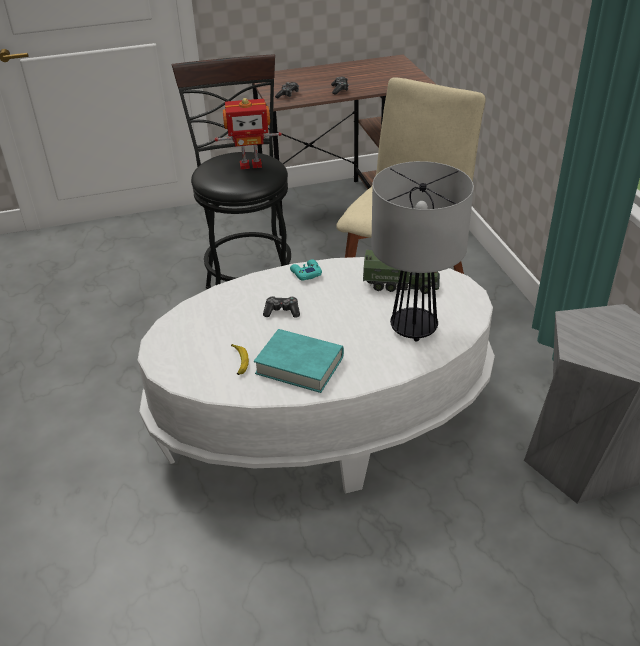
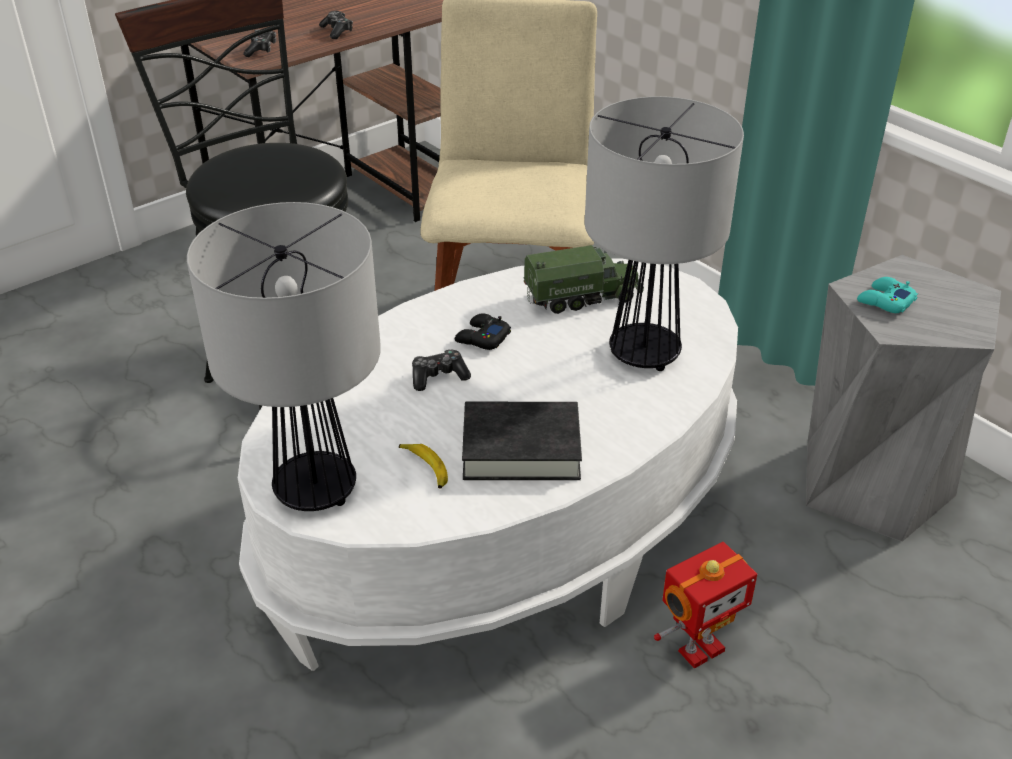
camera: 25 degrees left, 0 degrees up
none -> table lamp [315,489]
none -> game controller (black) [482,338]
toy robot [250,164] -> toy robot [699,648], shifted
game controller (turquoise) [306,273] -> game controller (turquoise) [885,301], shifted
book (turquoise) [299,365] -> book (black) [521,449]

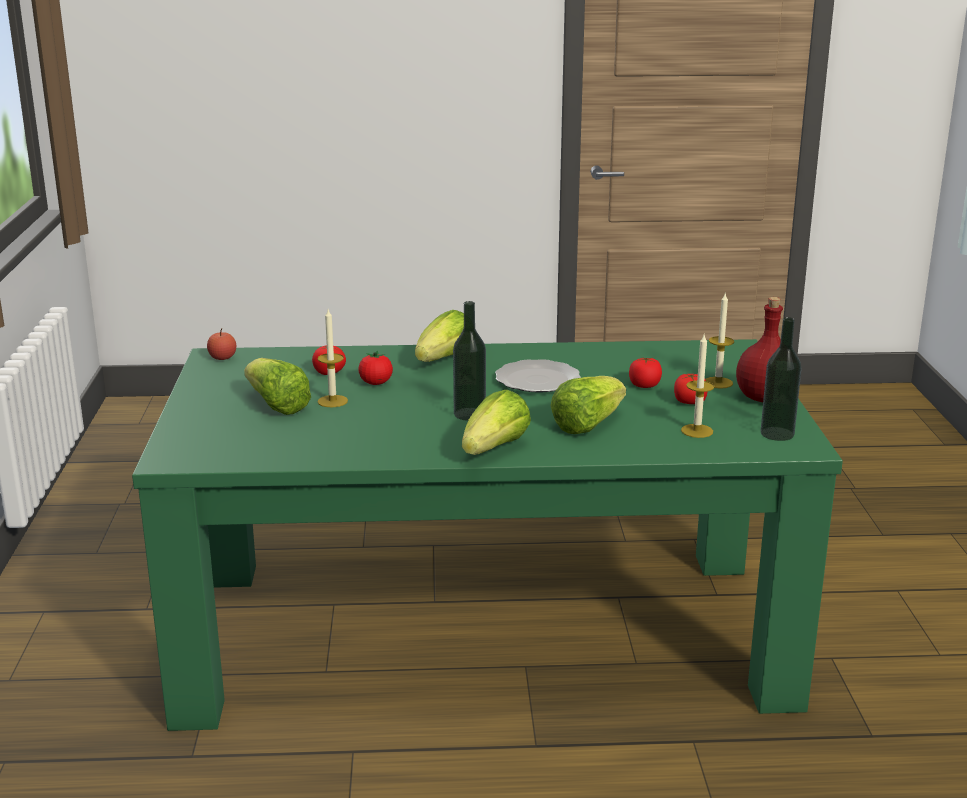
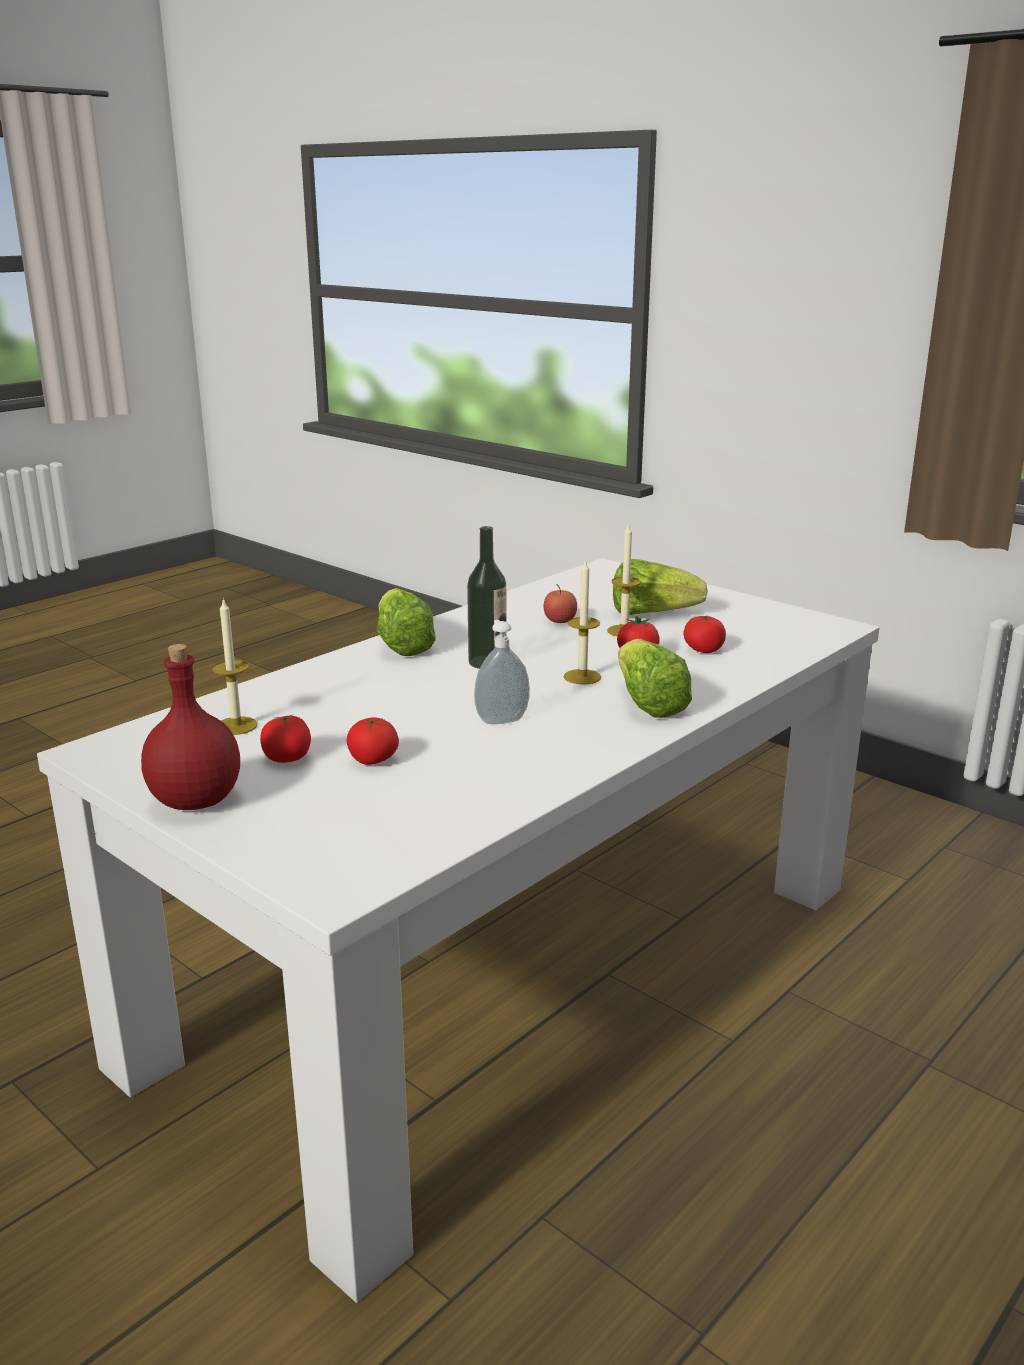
camera: 135 degrees right, 0 degrees up
lettuce [587,425] -> none
bottle [777,434] -> none
apple [222,358] -> apple [560,621], shifted
candle [718,382] -> candle [582,677], shifted
plate [539,380] -> soap dispenser [501,719]
dining table (green) [483,633] -> dining table (white) [512,969]

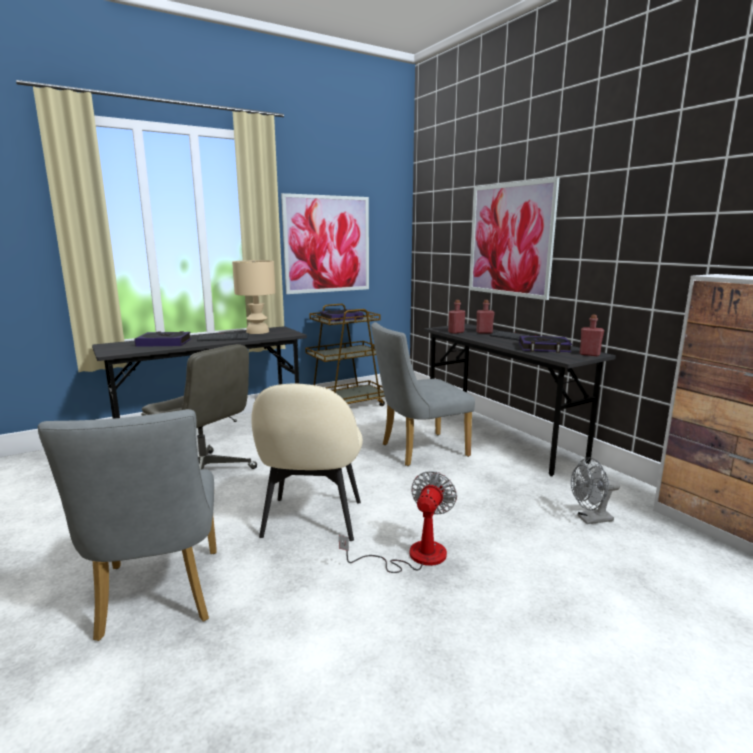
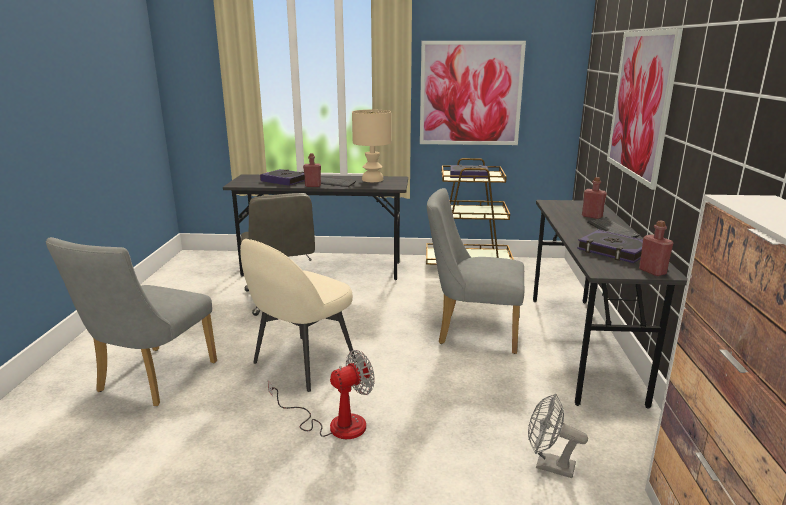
camera: 35 degrees right, 5 degrees up
bottle (red) [456,332] -> bottle (red) [313,186], shifted

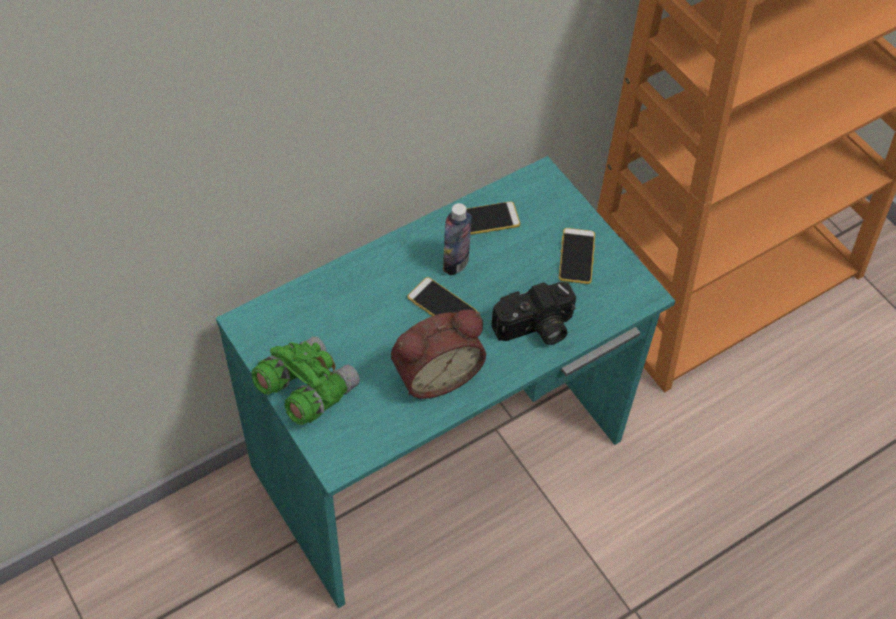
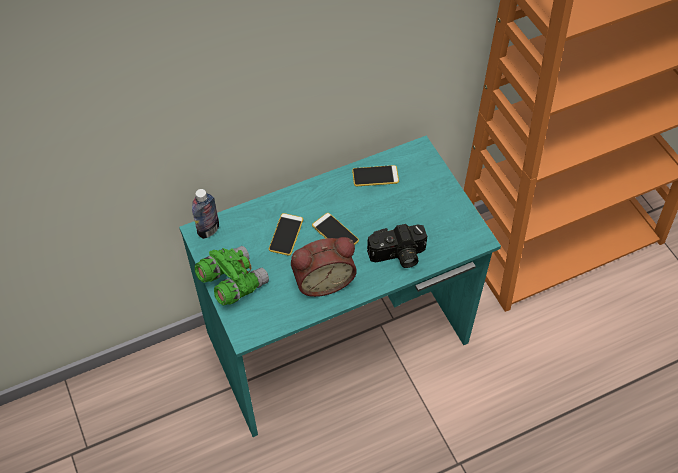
camera: 10 degrees right, 0 degrees up
bottle [456,263] -> bottle [208,230], shifted
phone [576,256] -> phone [286,234], shifted

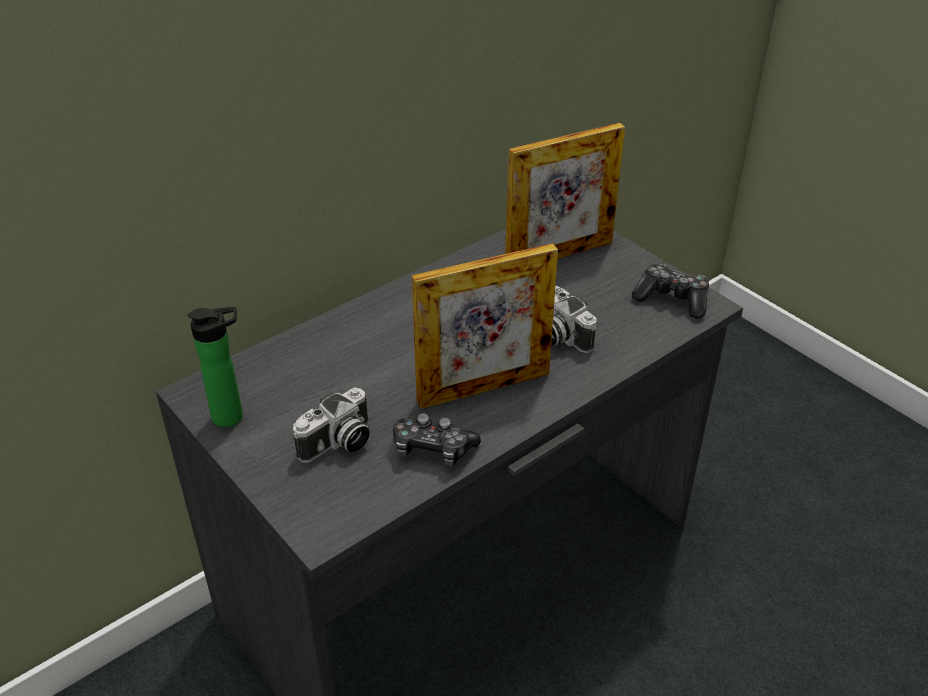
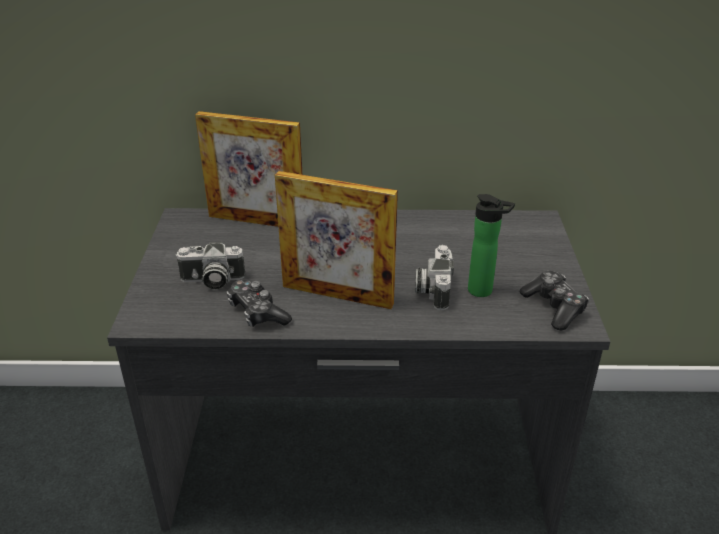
camera: 40 degrees right, 5 degrees down
bottle [232,416] -> bottle [483,291], shifted
picture frame [559,255] -> picture frame [256,221], shifted

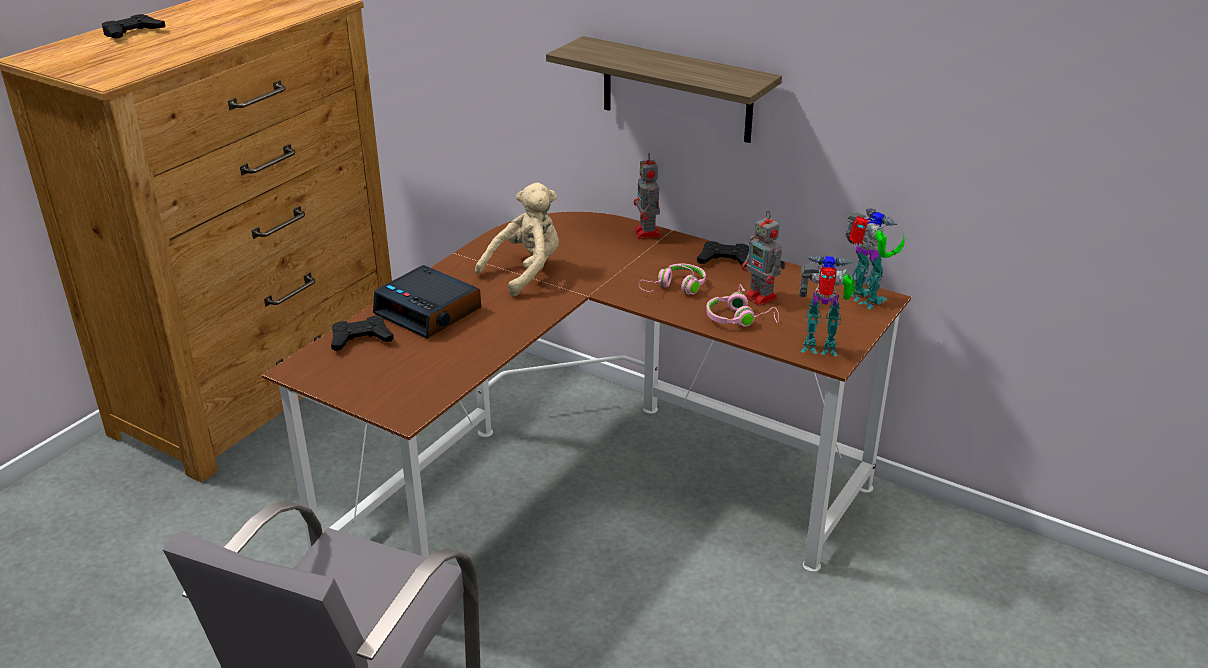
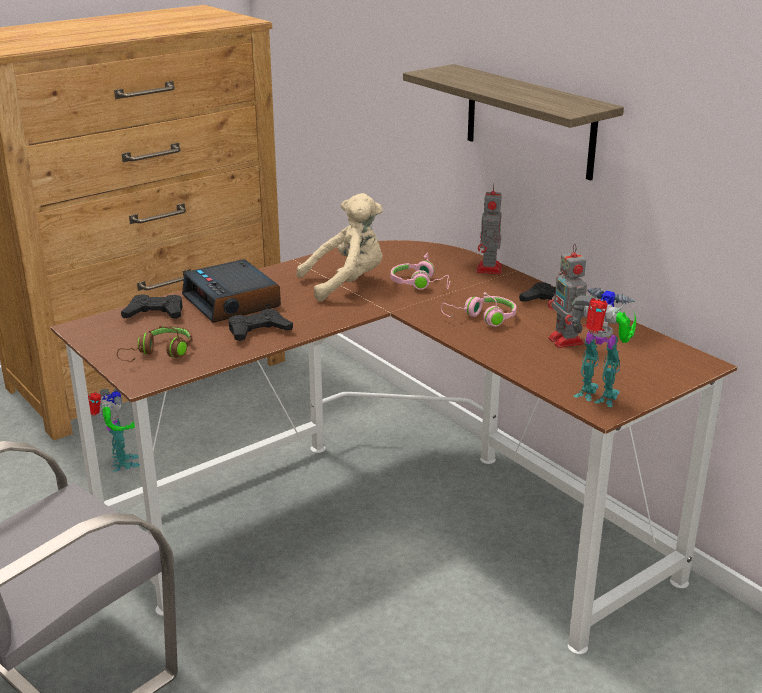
camera: 20 degrees right, 5 degrees down
none -> headphones (brown) [160,353]
game controller (black) [132,33] -> game controller (black) [258,331], shifted
headphones (pink) [739,319] -> headphones (pink) [420,284], shifted
toy robot [865,300] -> toy robot [121,463], shifted

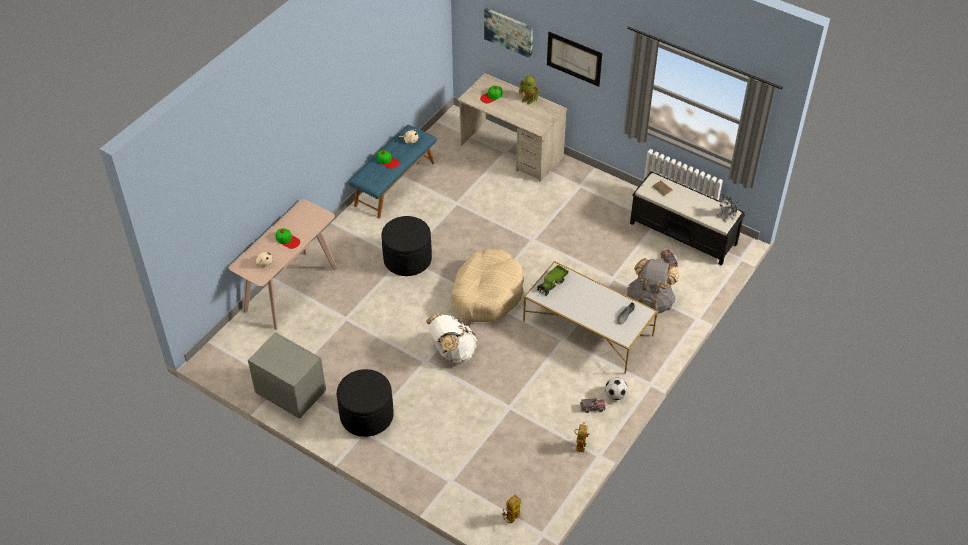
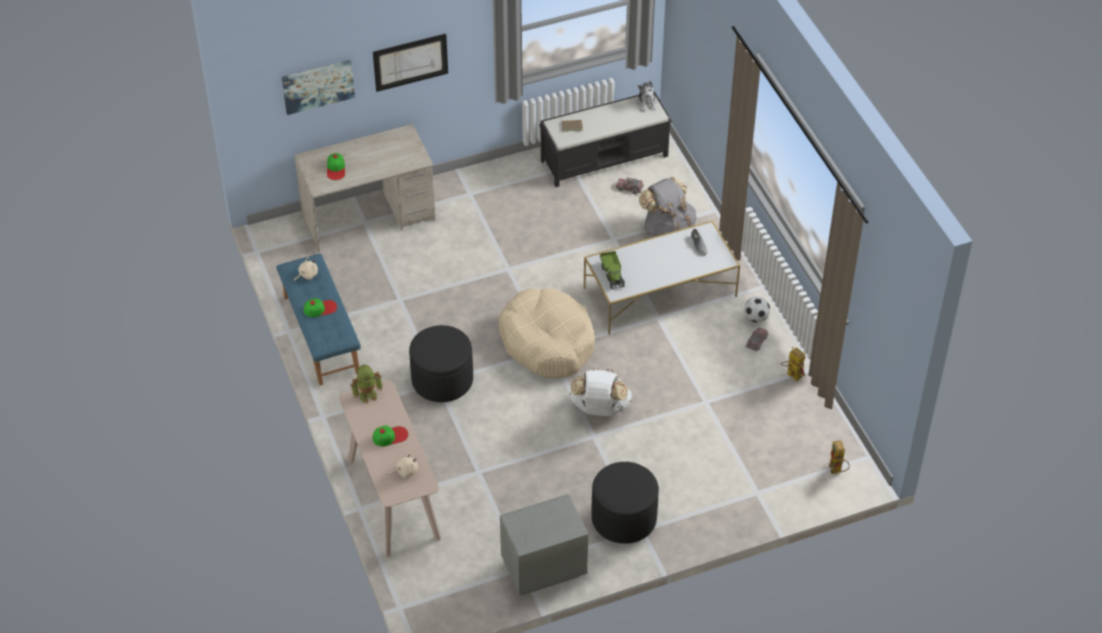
camera: 55 degrees left, 0 degrees up
toy robot [529,99] -> toy robot [367,394], shifted

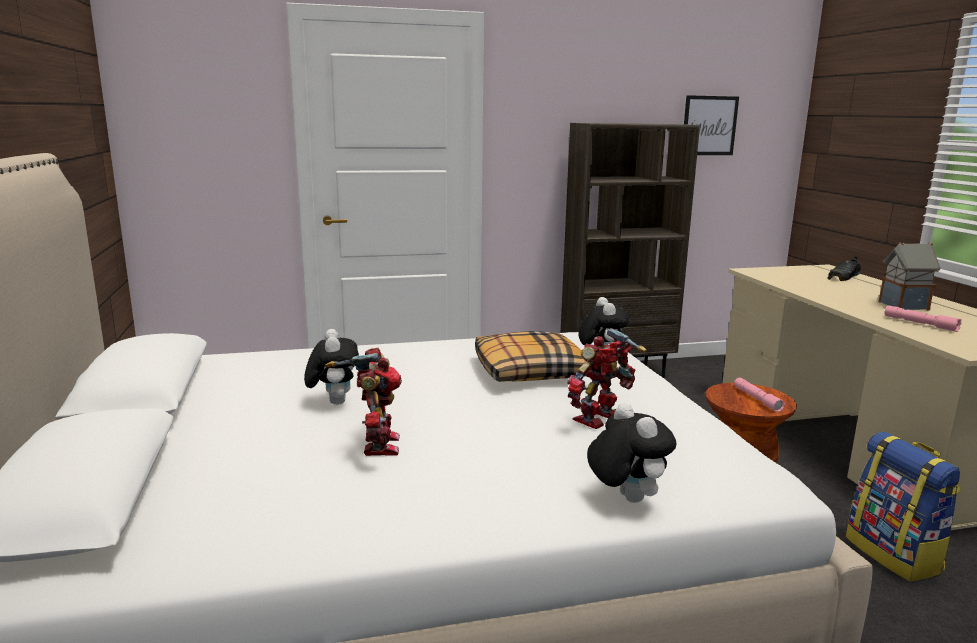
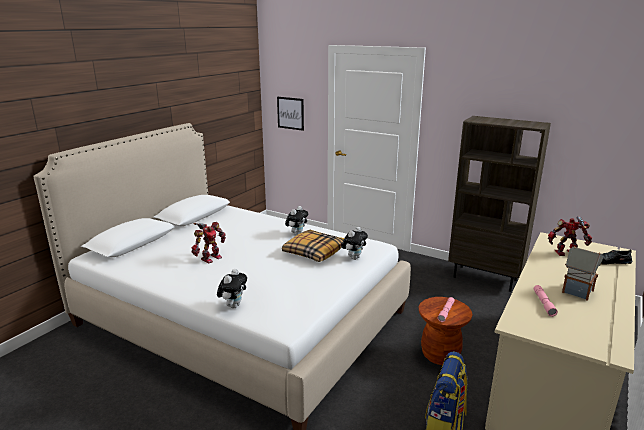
camera: 45 degrees right, 5 degrees up
plush toy [333,401] -> plush toy [297,234], shifted
toy robot [600,419] -> toy robot [566,254], shifted
picture [709,125] -> picture [290,113], shifted

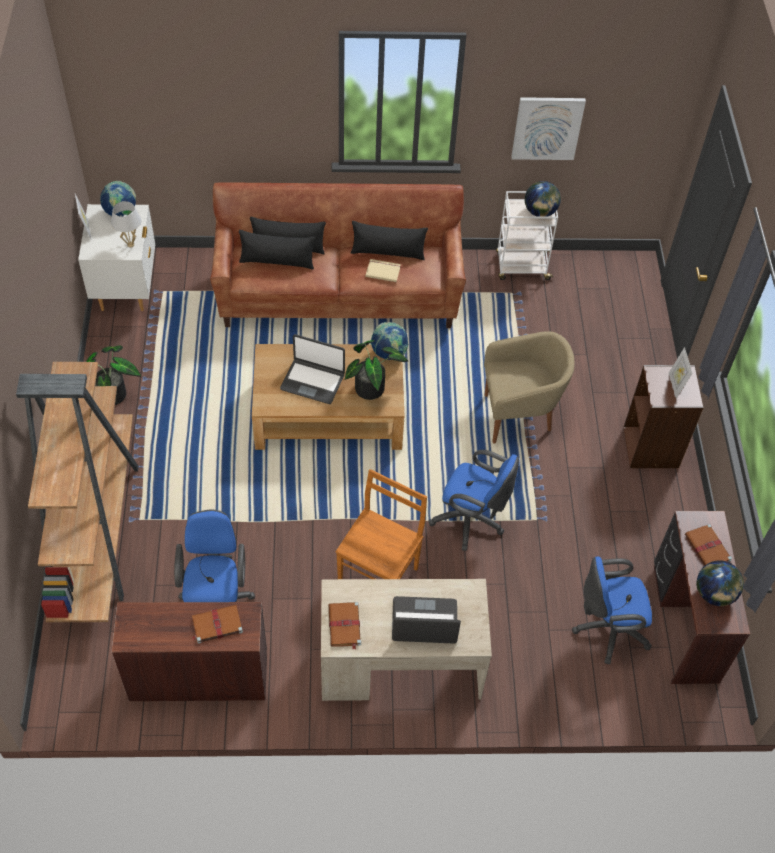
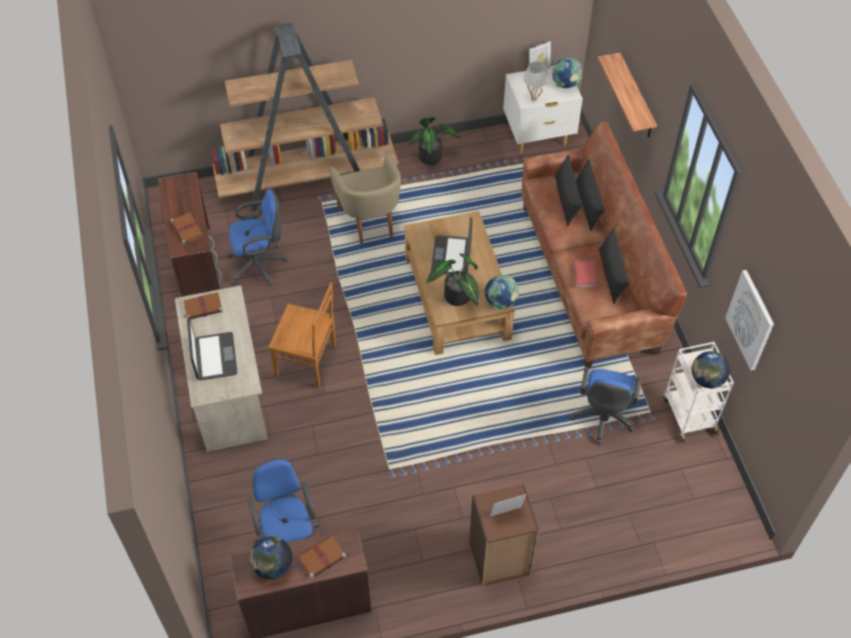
camera: 80 degrees right, 0 degrees up
none -> shelf [636,98]
office chair (blue) [471,521] -> office chair (blue) [602,419], shifted
armchair (beige) [519,416] -> armchair (beige) [369,222], shifted
book (beige) [383,271] -> book (red) [586,275]

